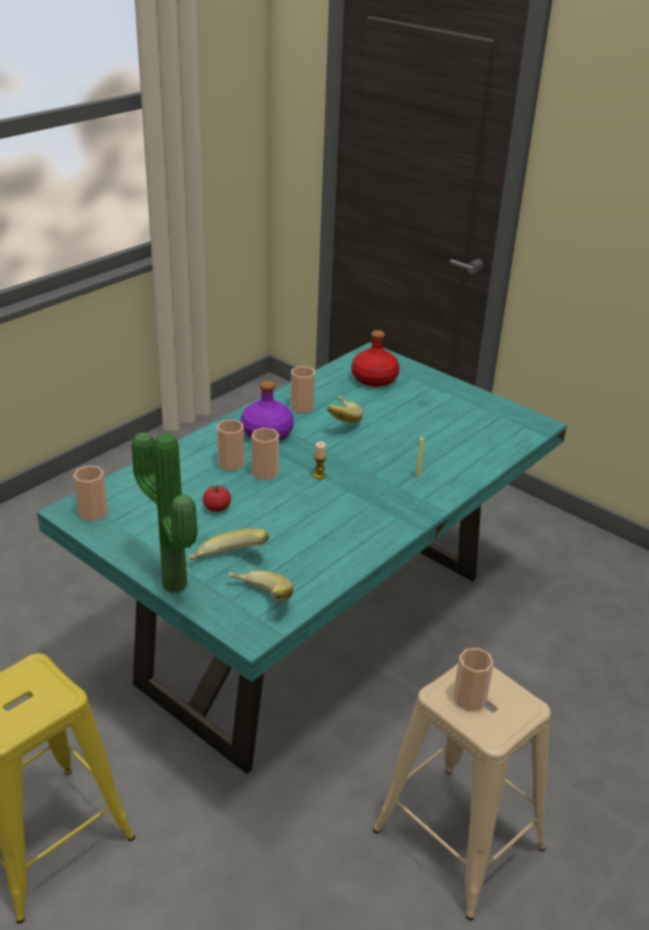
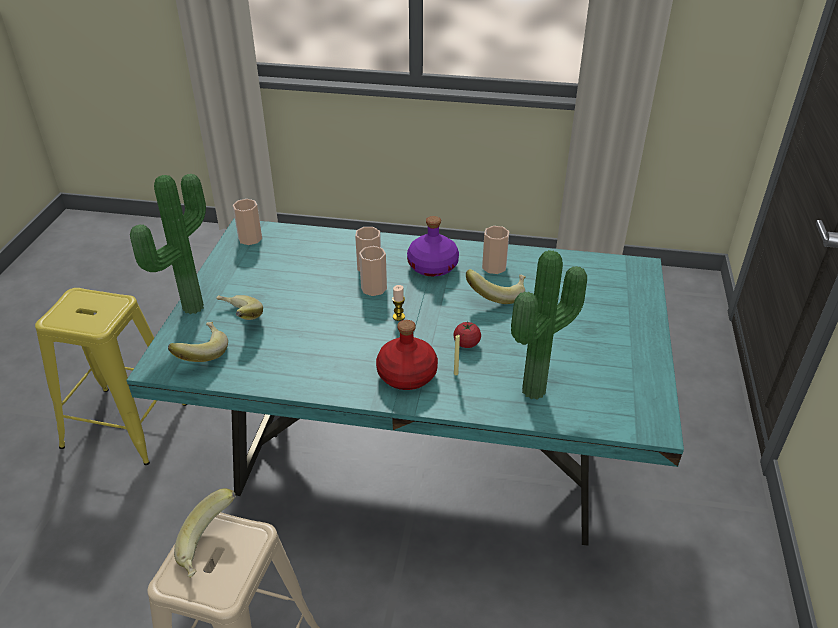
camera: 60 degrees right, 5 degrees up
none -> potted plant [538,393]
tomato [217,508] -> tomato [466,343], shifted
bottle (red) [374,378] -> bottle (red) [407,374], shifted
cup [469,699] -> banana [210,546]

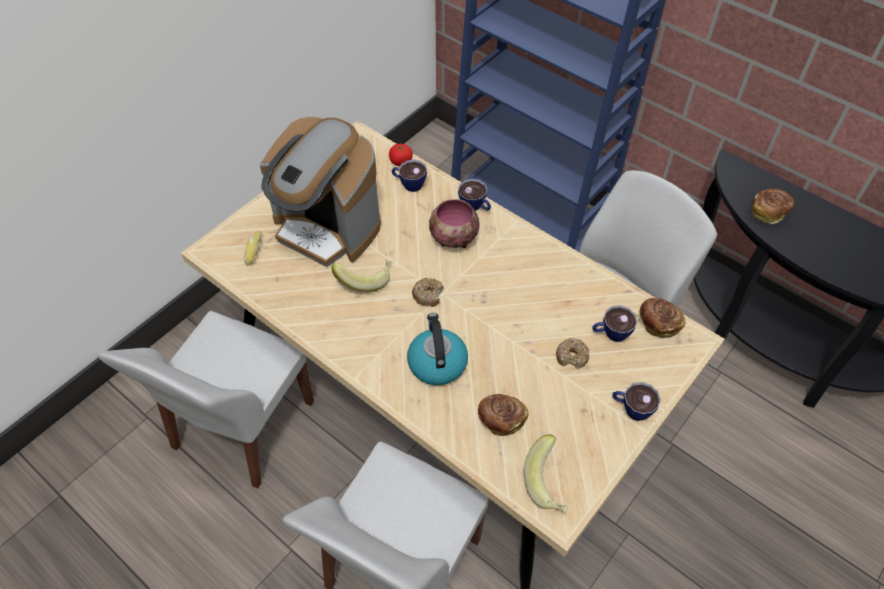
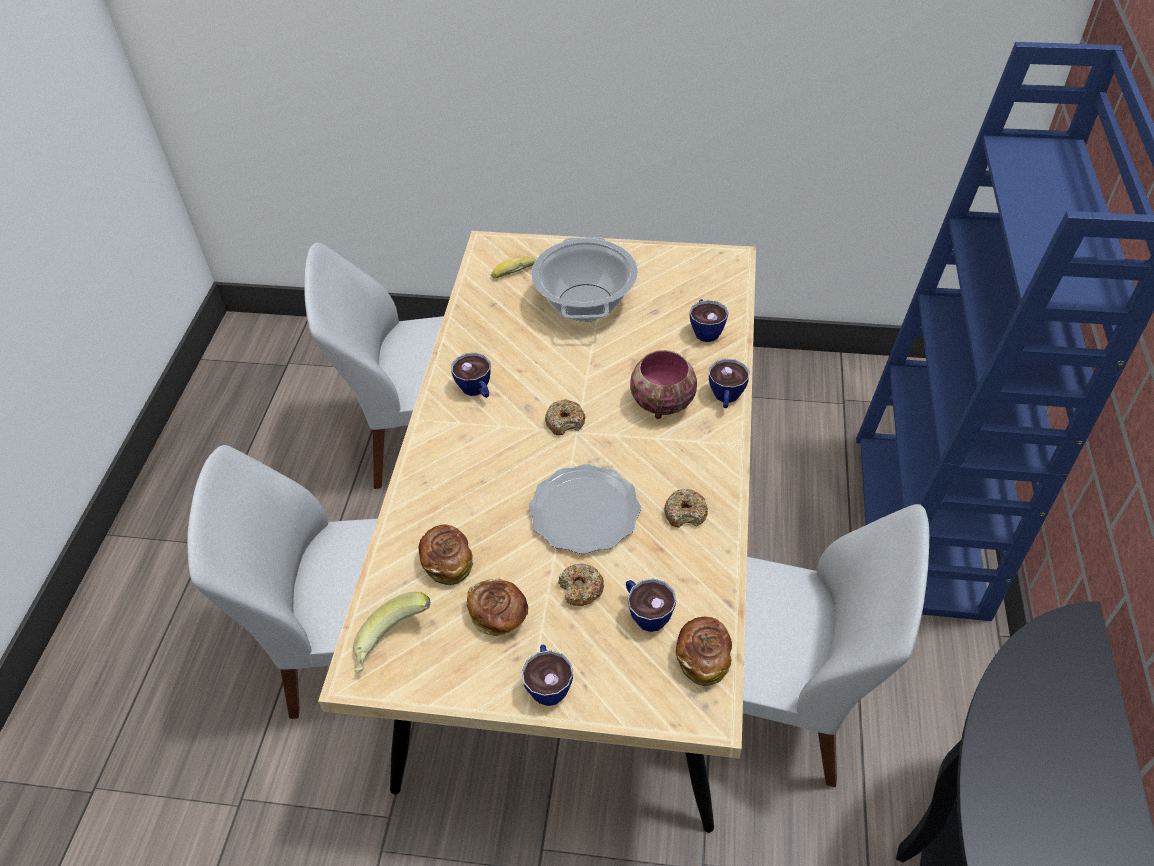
camera: 60 degrees right, 5 degrees down
banana [365,279] -> none
tomato [401,162] -> none
kettle [437,362] -> none
none -> cup [477,391]
none -> plate [584,512]
none -> donut [685,513]
bread [768,212] -> bread [499,616], shifted
coffee machine [327,228] -> cooking pot [586,303]

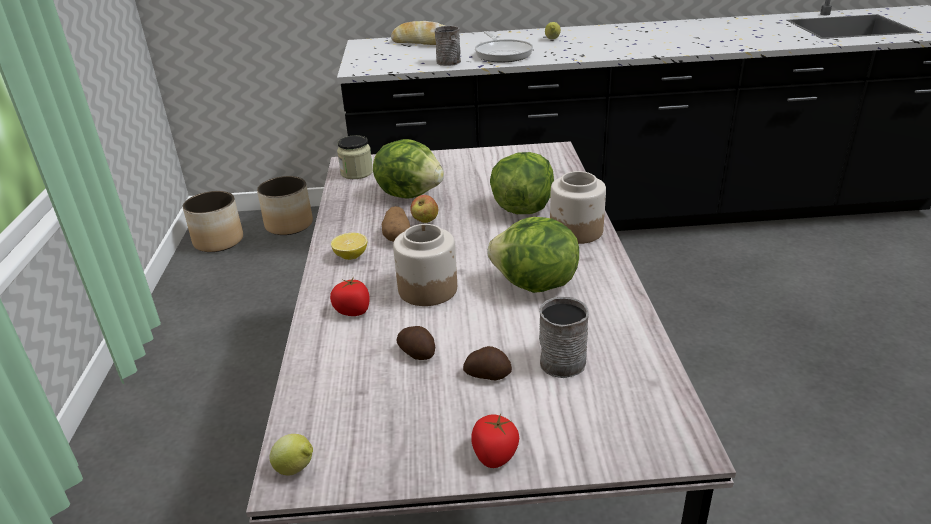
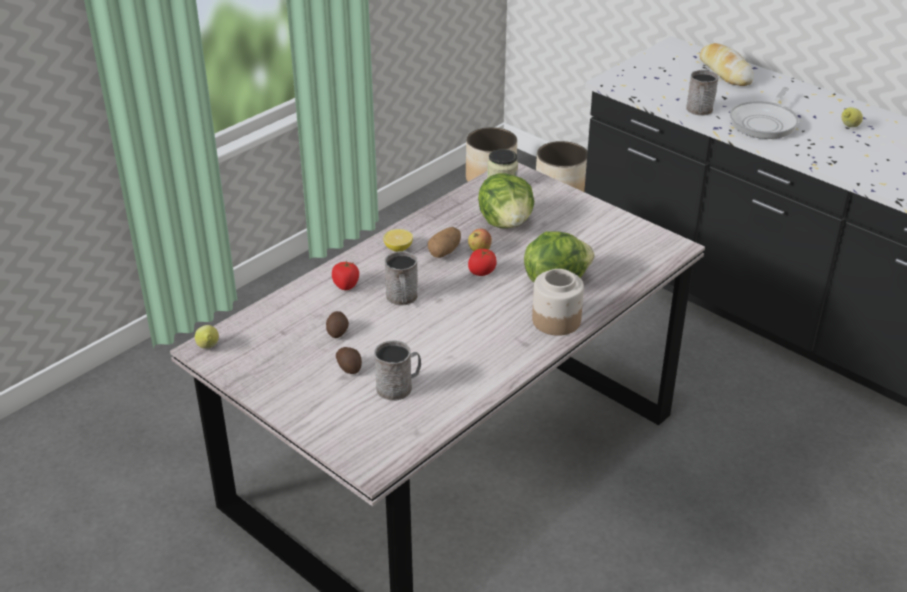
camera: 45 degrees right, 5 degrees up
lettuce [535,285] -> none
tomato [495,455] -> tomato [482,272], shifted
jar [427,289] -> mug (grey) [402,298]

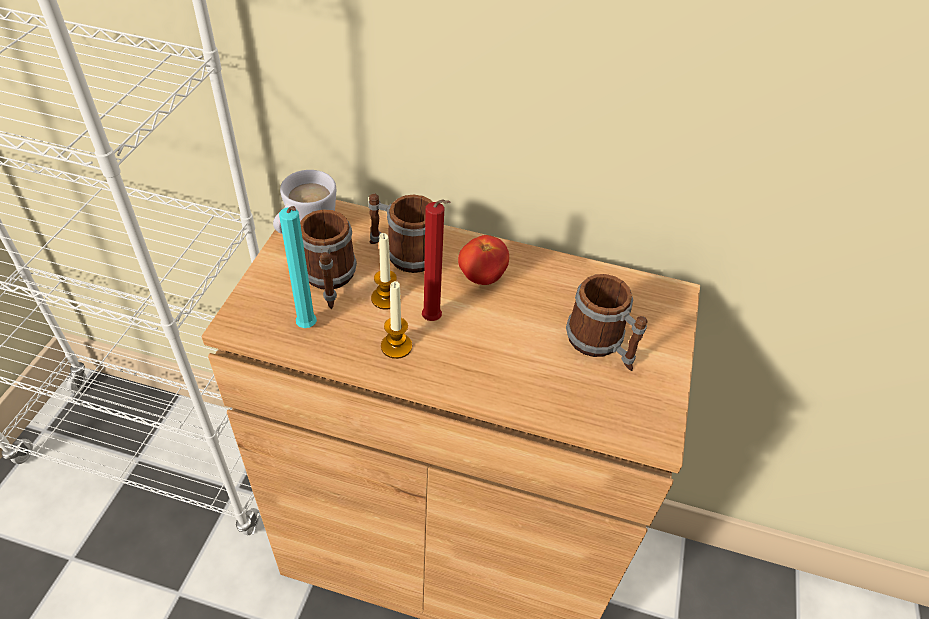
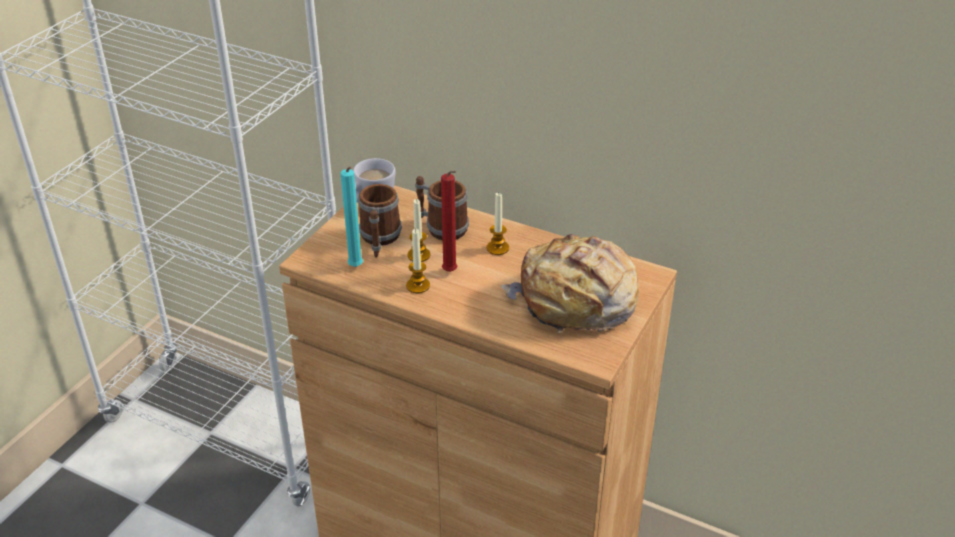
camera: 15 degrees right, 10 degrees down
tomato [482,277] -> candle [497,248]
mug [601,345] -> bread [576,301]

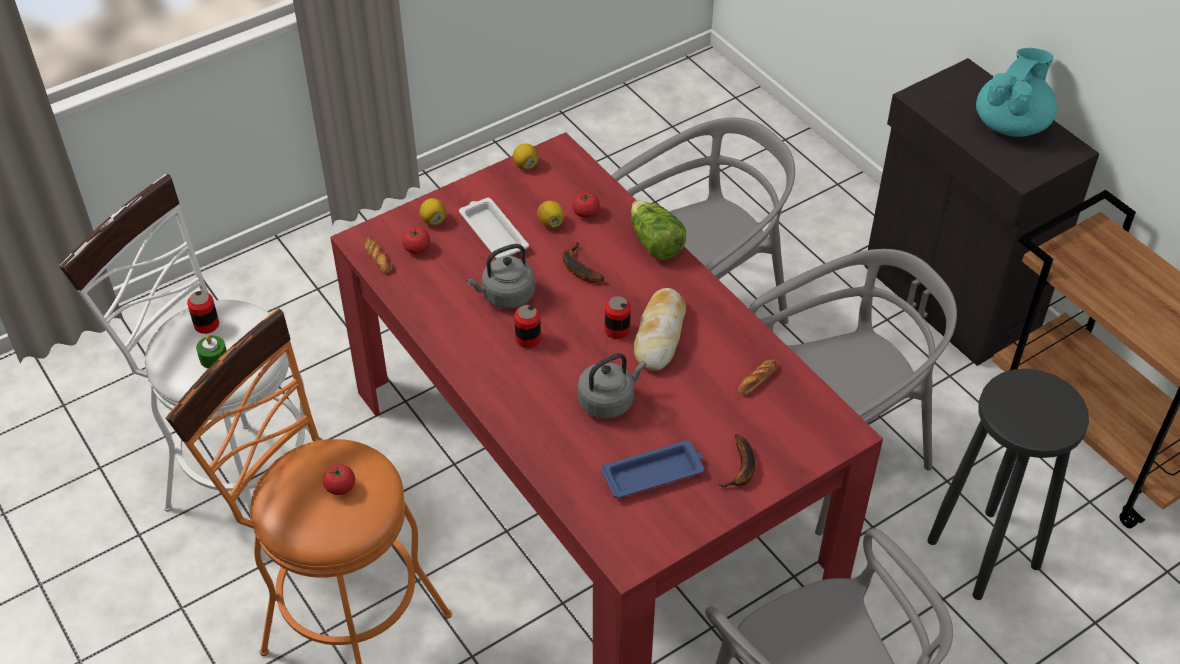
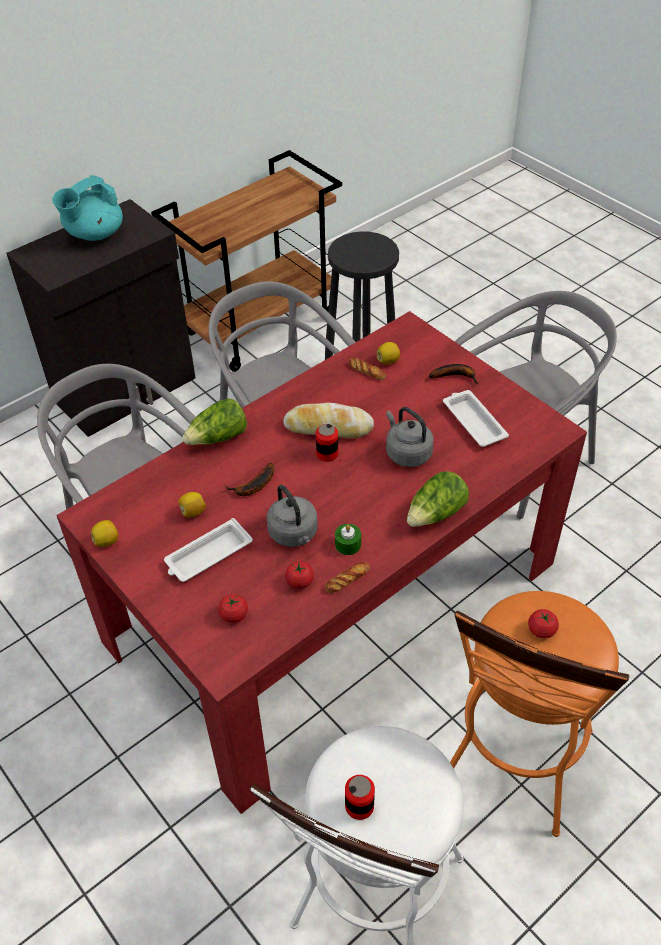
camera: 95 degrees left, 0 degrees up
can [528,339] -> none
none -> lettuce [436,514]
candle (green) [214,358] -> candle (green) [348,544], shifted
bread [378,257] -> bread [347,579], shifted
lemon [433,220] -> lemon [388,361], shifted
tomato [586,213] -> tomato [300,581], shifted
tray (blue) [654,473] -> tray (white) [473,421]
teapot (turquoise) [1011,124] -> teapot (turquoise) [94,234], 75 degrees counterclockwise

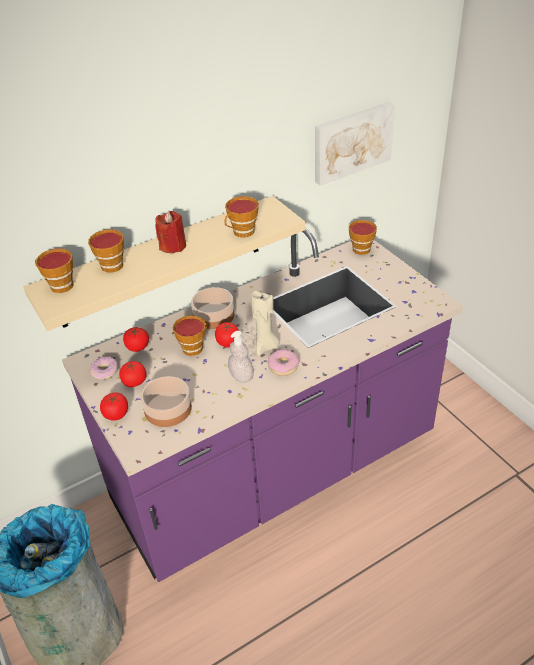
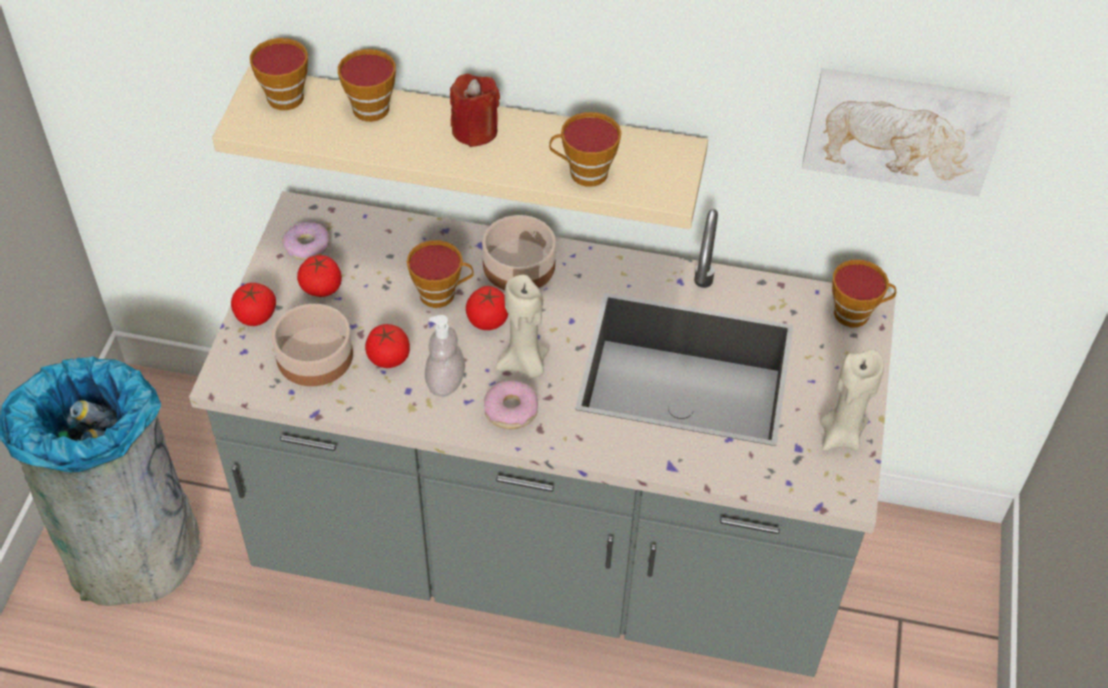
camera: 40 degrees right, 10 degrees up
none -> candle (beige) [841,435]
tomato [137,347] -> tomato [388,358], shifted
counter (purple) [275,472] -> counter (grey) [548,549]

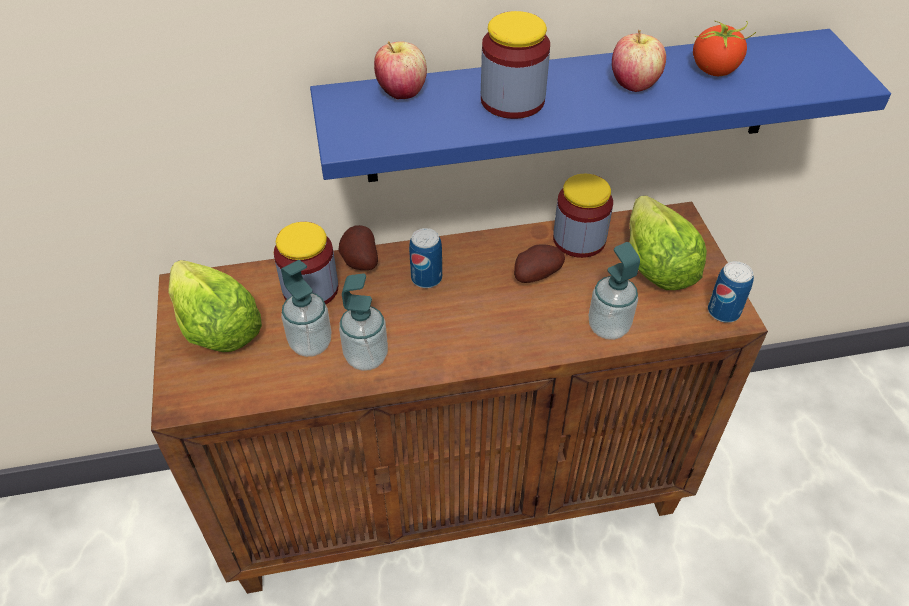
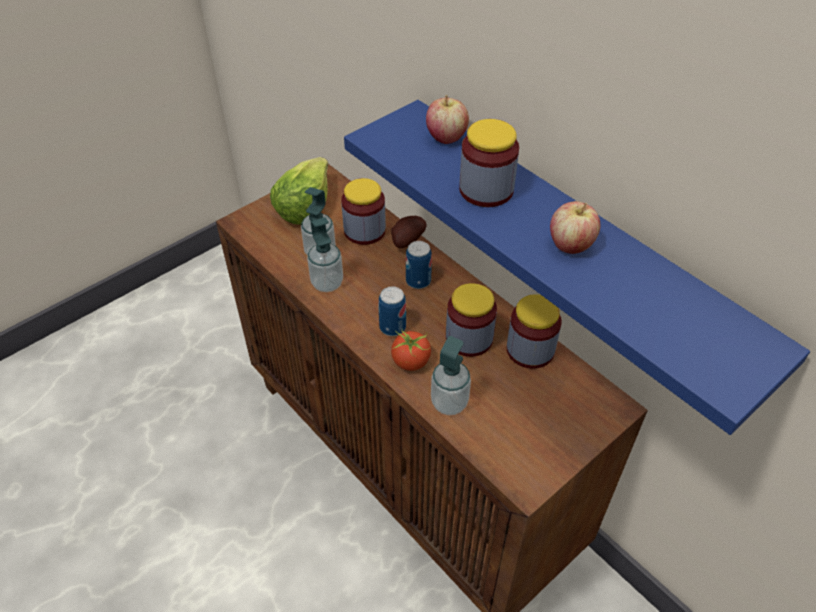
camera: 60 degrees right, 0 degrees up
lettuce [655,264] -> none
tomato [714,70] -> tomato [411,362], shifted
can [723,312] -> can [392,327], shifted
potato [535,275] -> jar [469,338]

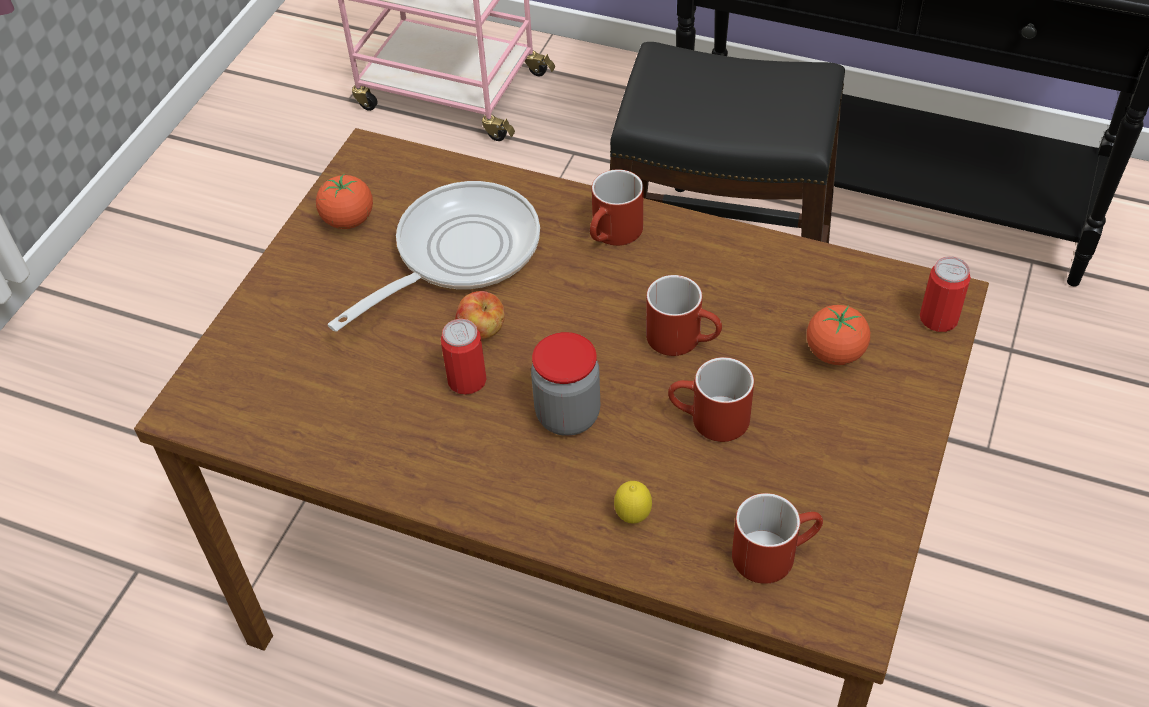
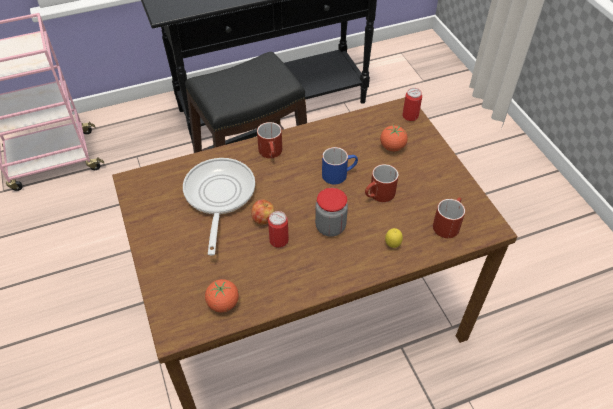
camera: 45 degrees left, 0 degrees up
tomato [348,220] -> tomato [223,303], shifted
mug (red) [684,338] -> mug (blue) [339,173]

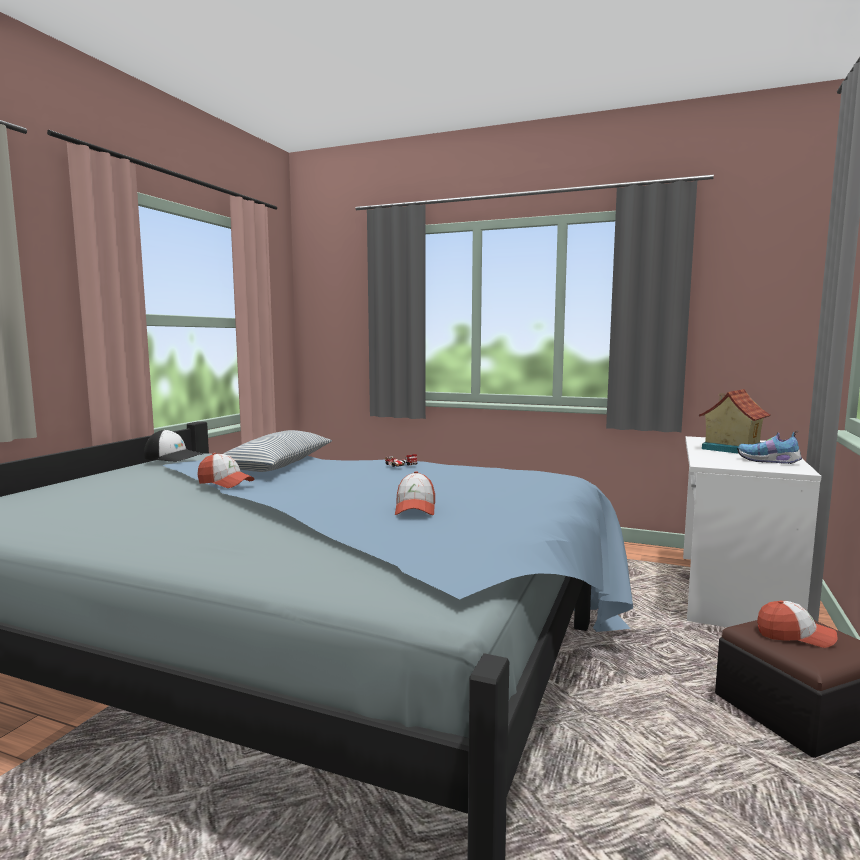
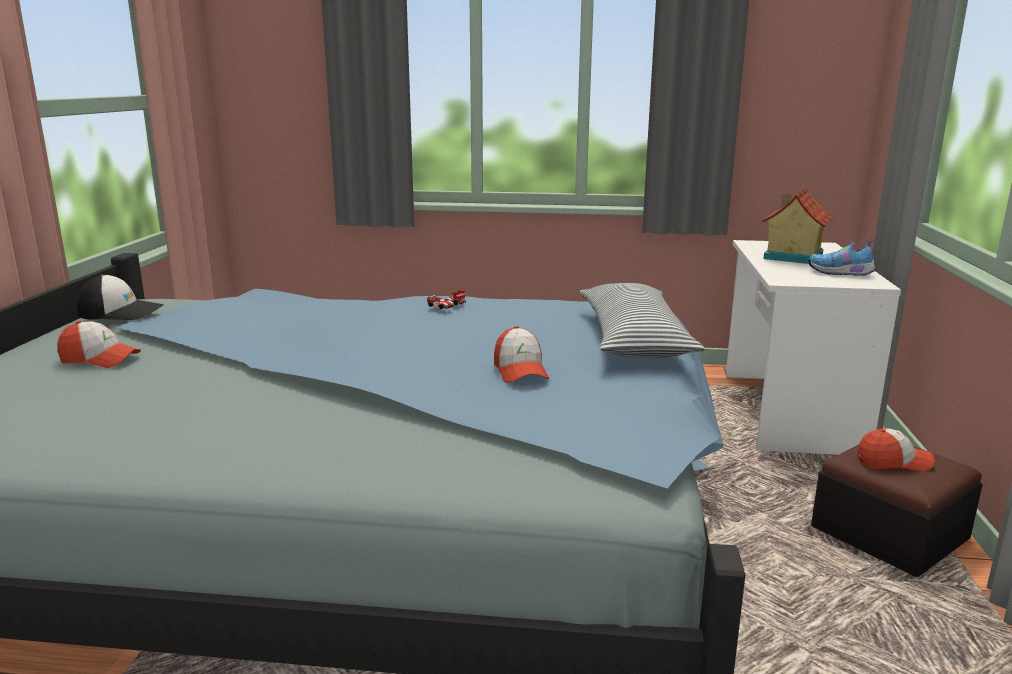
camera: 15 degrees left, 10 degrees up
cap [225,483] -> cap [100,359], shifted
pillow [277,465] -> pillow [633,339], shifted

